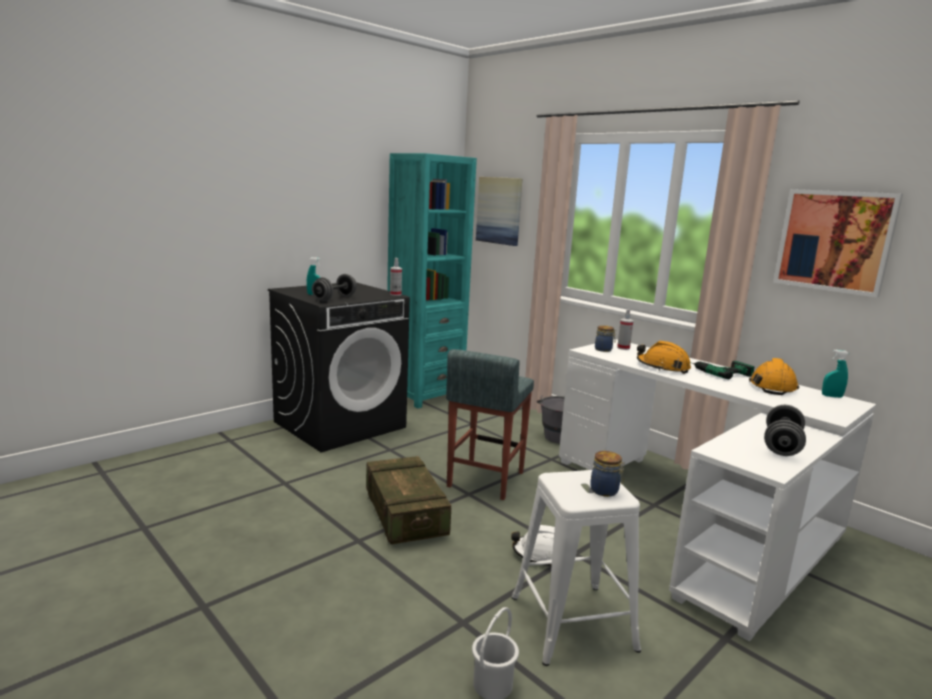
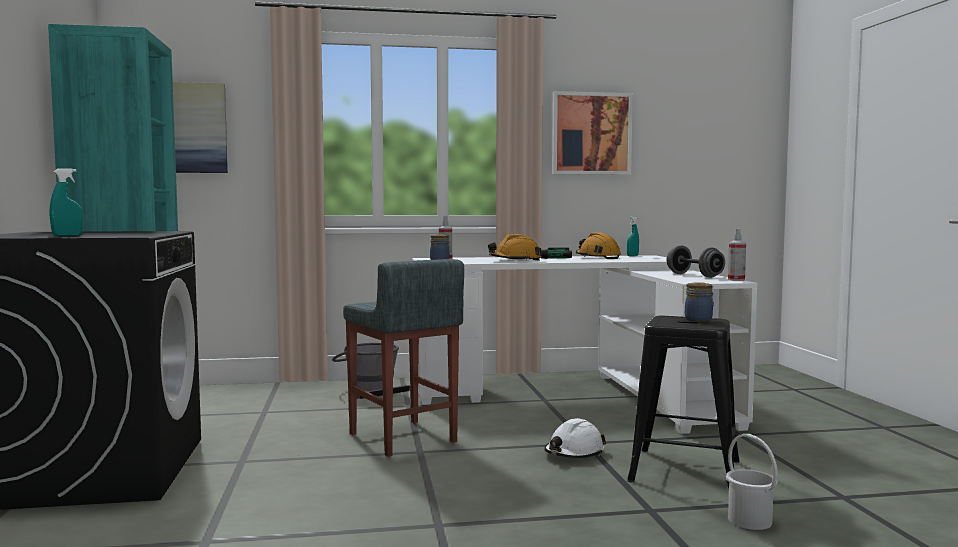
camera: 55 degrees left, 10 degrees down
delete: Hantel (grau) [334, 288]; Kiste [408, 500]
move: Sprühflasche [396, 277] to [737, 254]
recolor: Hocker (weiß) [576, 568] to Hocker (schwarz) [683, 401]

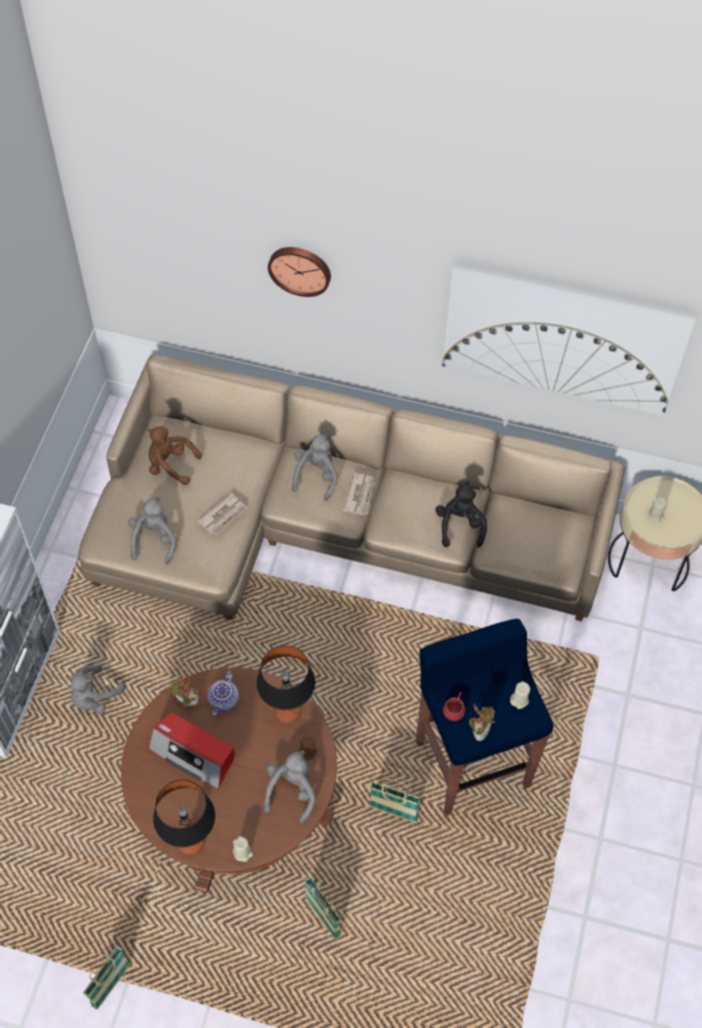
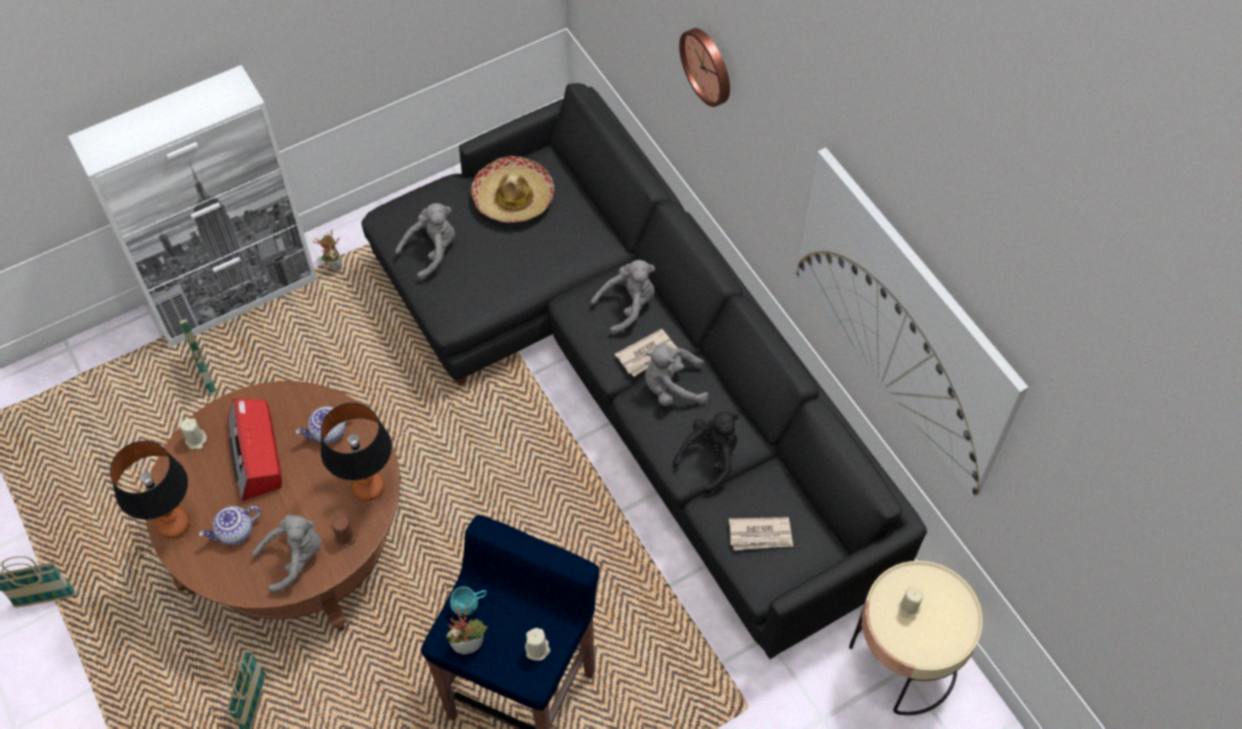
camera: 45 degrees right, 0 degrees up
insert: Teekanne [230, 525]
move: Korb [395, 801] to [198, 357]; Kerze (beige) [243, 849] to [193, 434]; Topfpflanze [184, 690] to [327, 250]; Plüschtier (grau) [96, 689] to [676, 374]; Zeitung [222, 514] to [761, 533]
replace: Plüschtier (braun) [175, 455] to Hut [512, 189]
recolor: Sofa (beige) [351, 488] to Sofa (schwarz) [644, 371]; Henkelbecher (rot) [454, 706] to Henkelbecher (türkis) [468, 601]

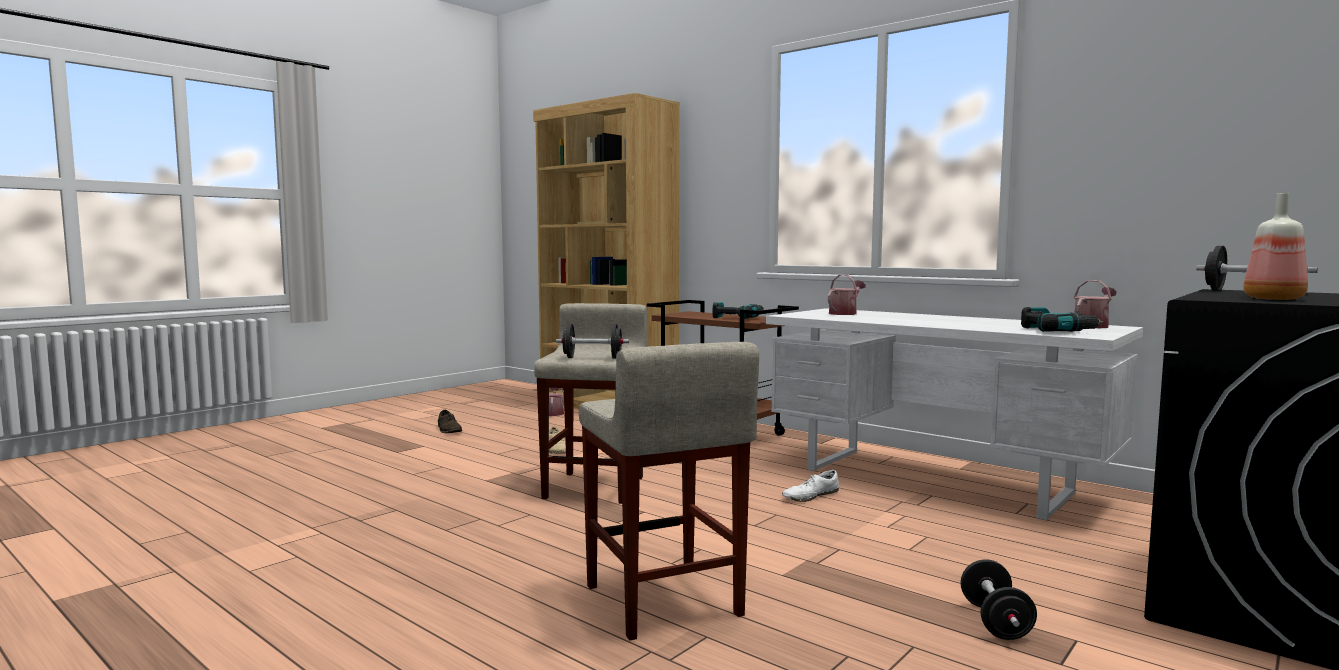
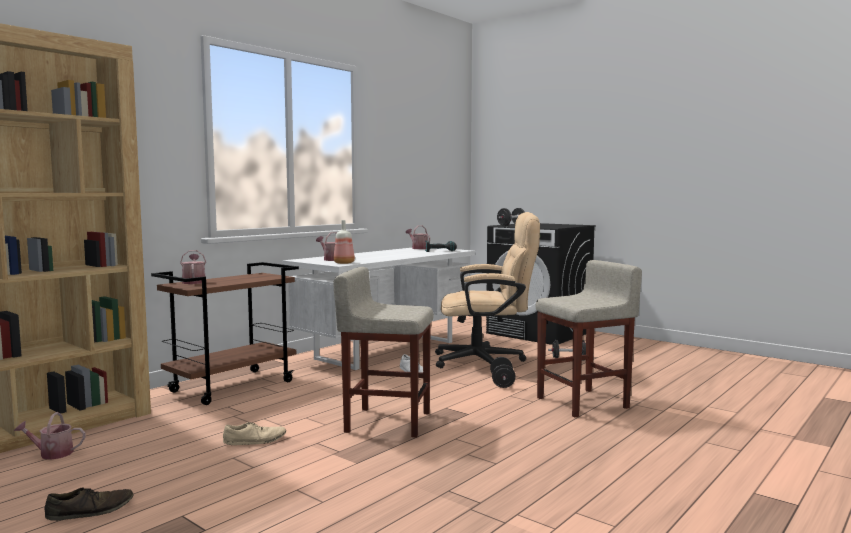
camera: 90 degrees left, 0 degrees up
delete: Bohrmaschine [738, 310]
insert: Gießkanne [193, 267]; Bürostuhl (beige) [487, 290]
move: Flasche [1275, 246] to [344, 242]; Hantel (schwarz) [592, 341] to [503, 372]

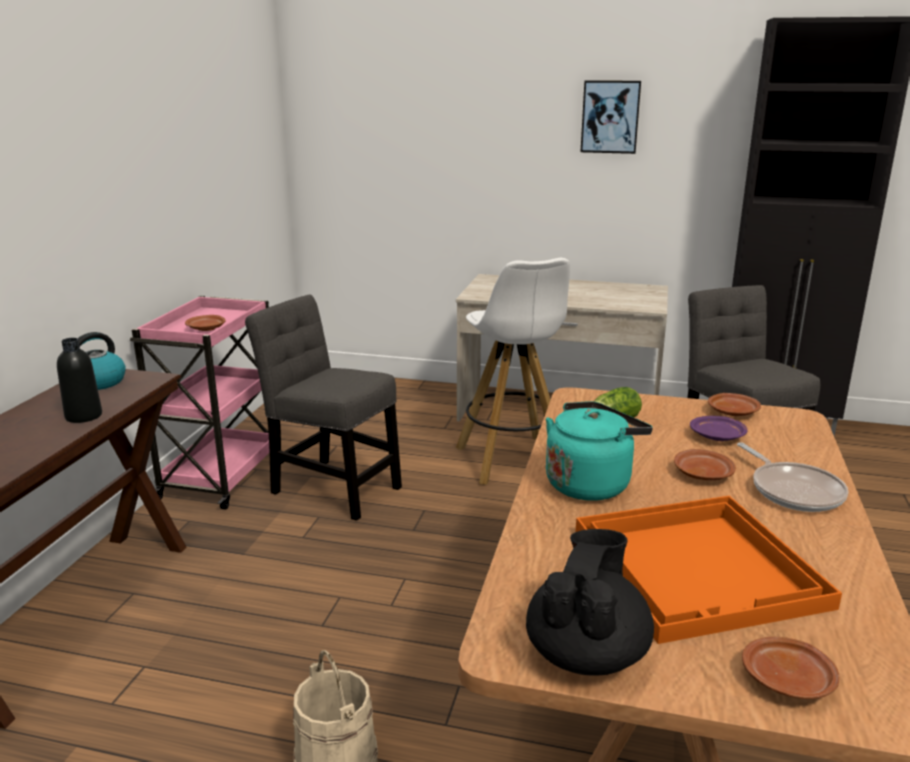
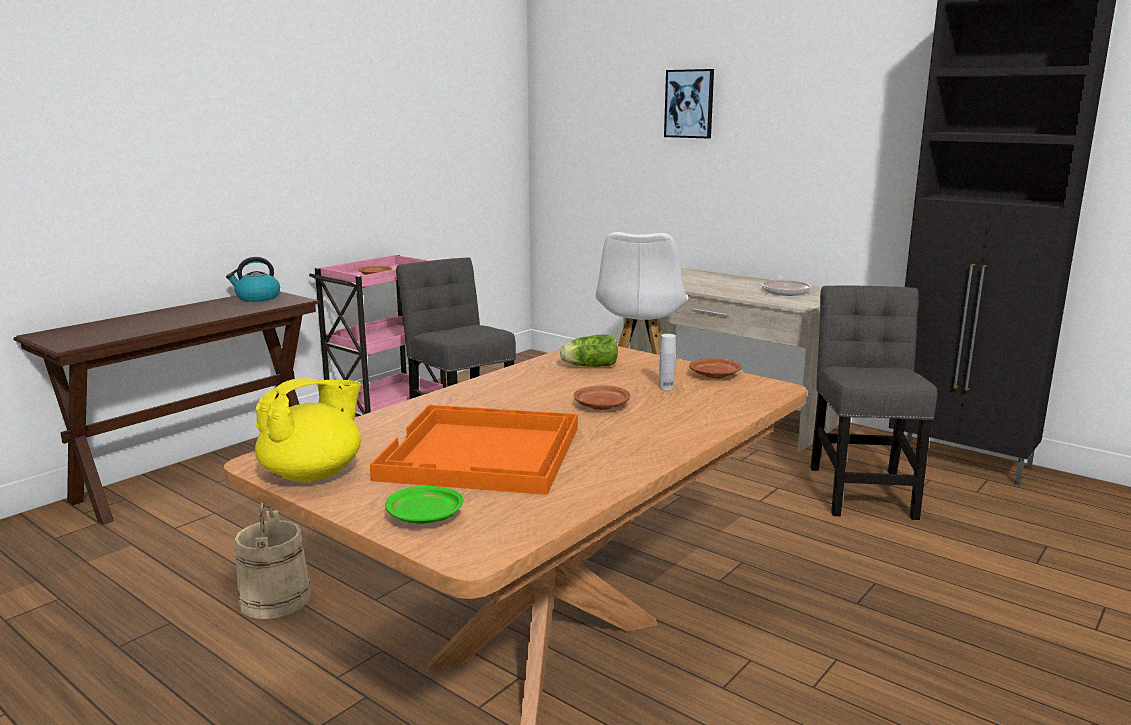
camera: 25 degrees right, 5 degrees down
delete: Flasche (schwarz) [79, 380]; Wasserkessel (türkis) [599, 451]
move: Bild [611, 117] to [689, 103]; Pfanne [793, 477] to [786, 285]
replace: Teller (lila) [718, 428] to Flasche (weiß) [667, 362]
recolor: Teekanne (schwarz) [590, 602] to Teekanne (gelb) [308, 430]; Teller (braun) [791, 668] to Teller (grün) [424, 505]

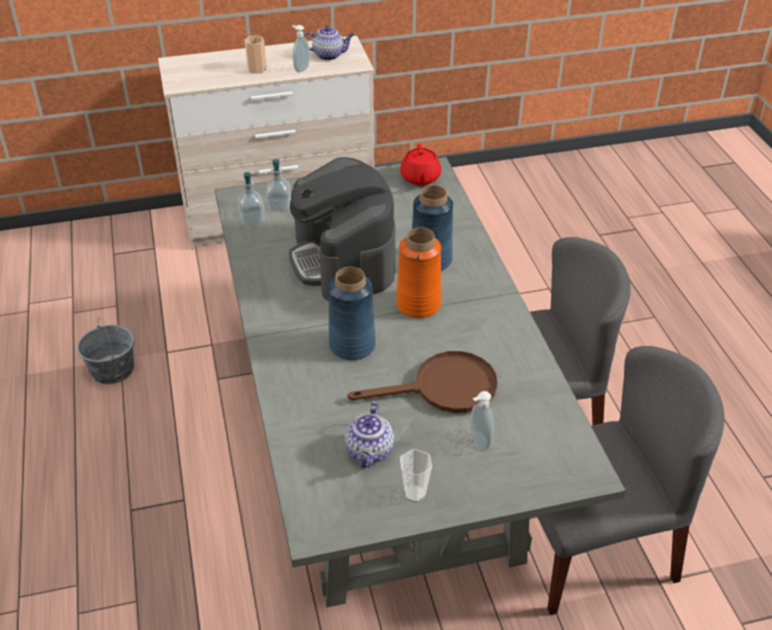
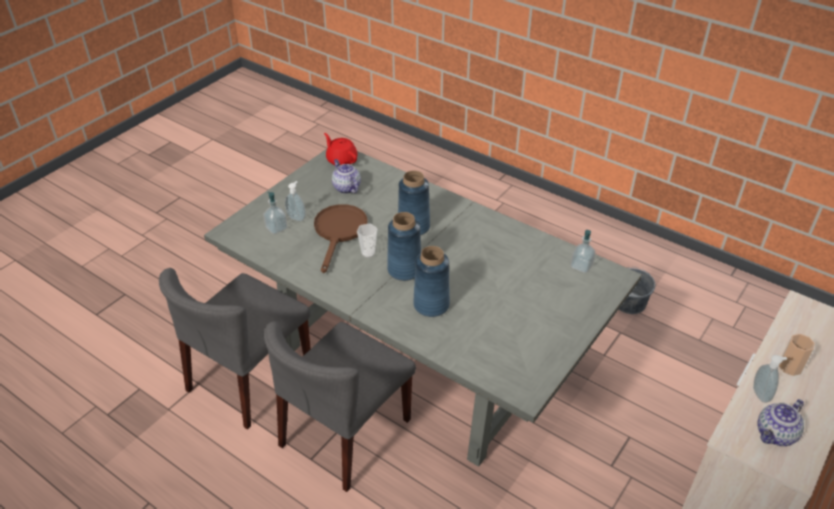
camera: 140 degrees right, 0 degrees up
delete: Kaffeemaschine [342, 229]
move: Seifenspender [278, 185] to [275, 213]; Teekanne (rot) [420, 165] to [340, 149]; Tasse [416, 476] to [367, 240]
recolor: Vase (orange) [418, 272] to Vase (blau) [404, 246]
rotate: Pfanne (braun) [422, 382] = [340, 238] 150 degrees clockwise

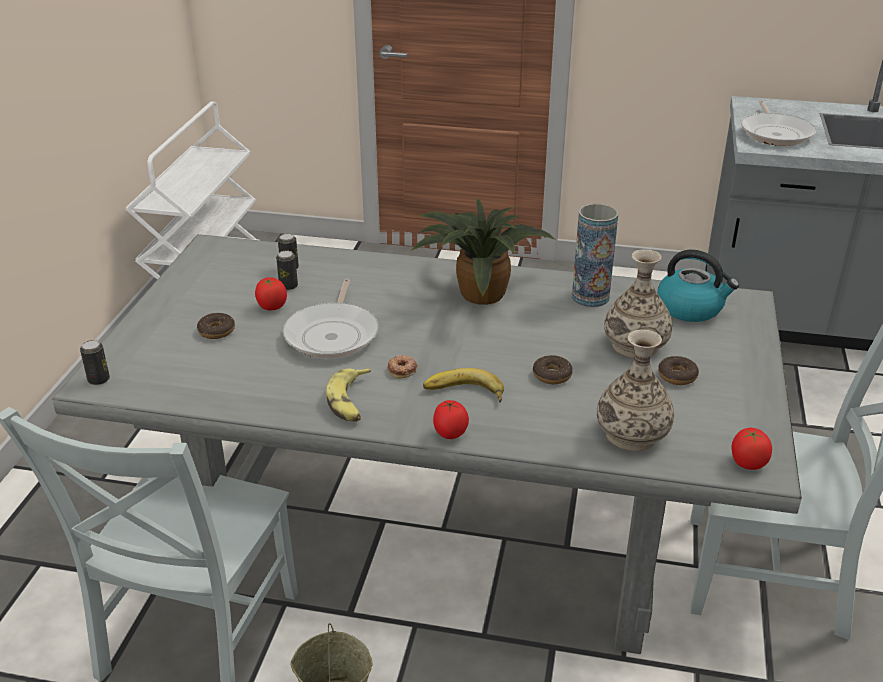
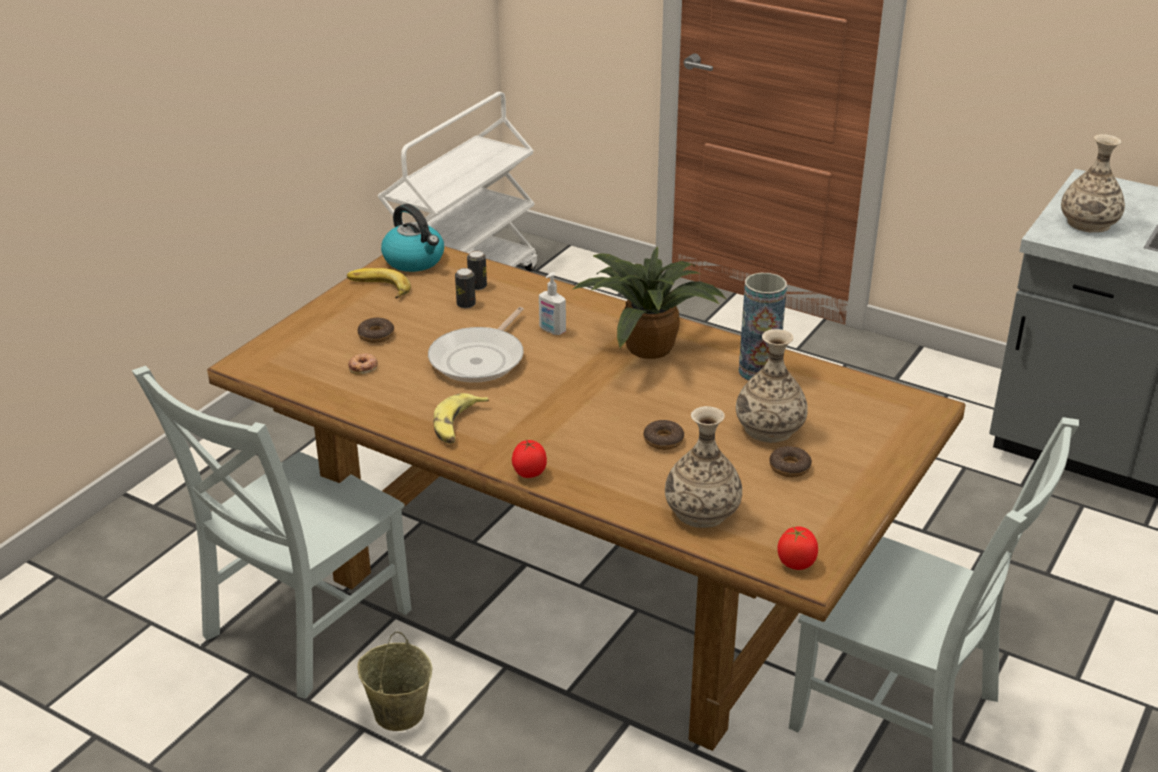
camera: 20 degrees right, 0 degrees up
delete: Dose [95, 362]; Tomate [271, 293]
insert: Seifenspender [552, 303]
move: Banane [463, 385] to [379, 283]; Donut [402, 366] to [363, 364]; Wasserkessel [698, 286] to [412, 238]
replace: Pfanne [778, 123] to Vase [1093, 183]
recolor: Esstisch (grau) [427, 444] to Esstisch (braun) [586, 498]

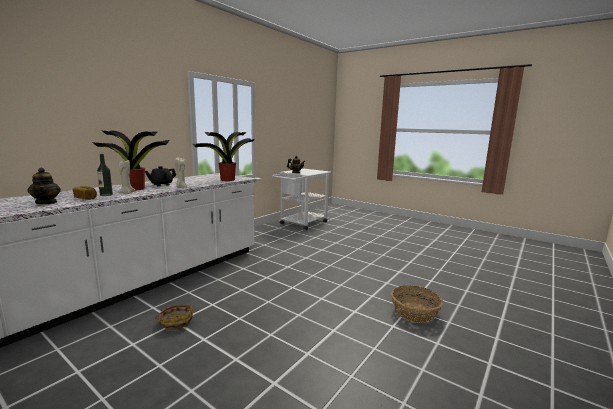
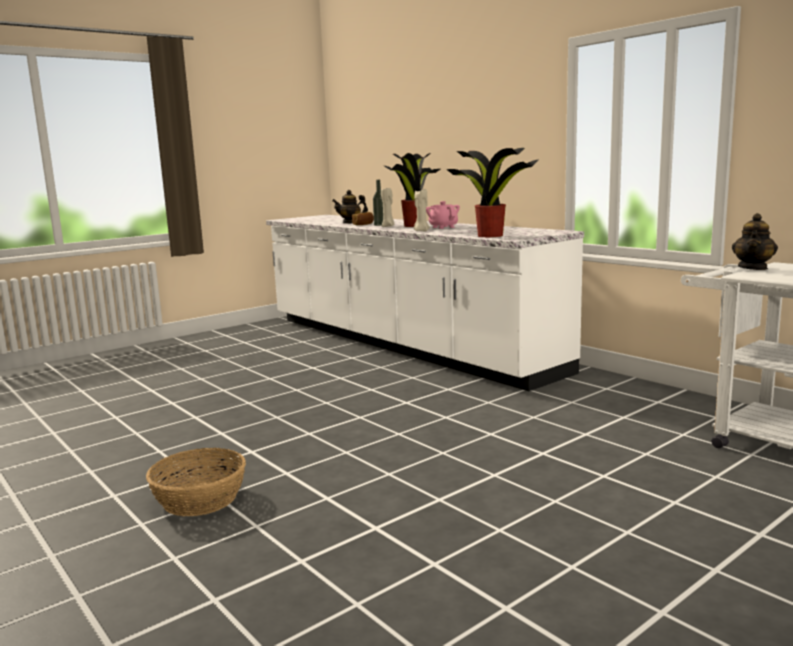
camera: 105 degrees right, 0 degrees up
delete: Korb [174, 317]
recolor: Teekanne (schwarz) [160, 176] to Teekanne (rosa) [443, 215]

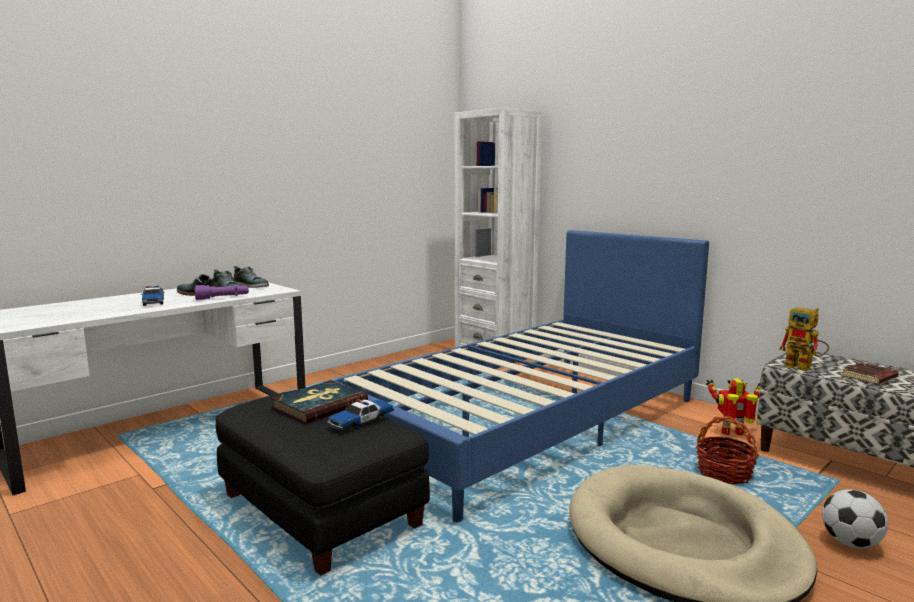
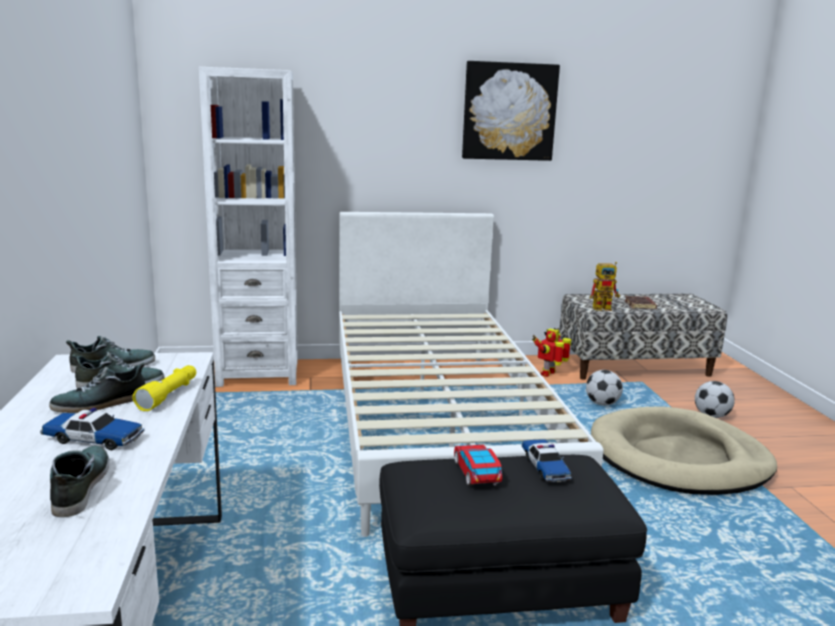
camera: 55 degrees left, 5 degrees up
insert: Schuh [80, 481]; Bild [511, 111]
replace: Buch [319, 402] to Spielzeugauto [478, 465]; Korb [727, 450] to Fußball [604, 388]
recolor: Taschenlampe (lila) [222, 292] to Taschenlampe (gelb) [164, 388]; Bett (blau) [516, 376] to Bett (weiß) [471, 374]

